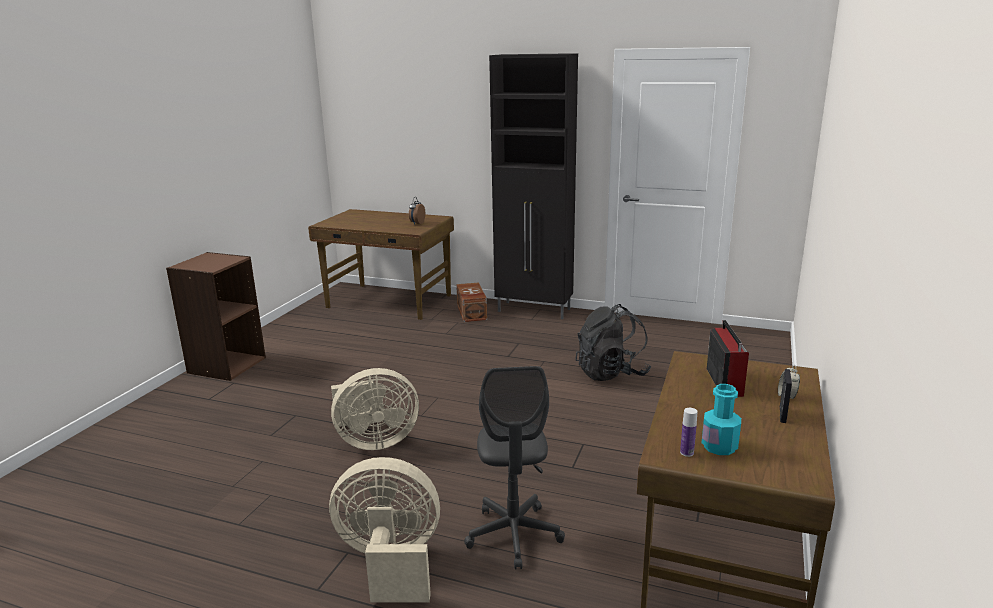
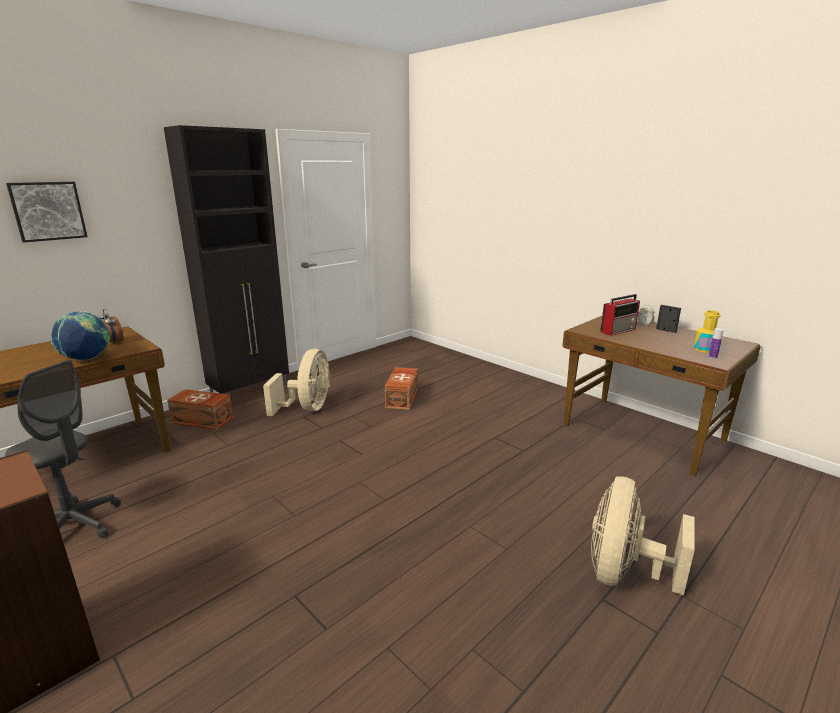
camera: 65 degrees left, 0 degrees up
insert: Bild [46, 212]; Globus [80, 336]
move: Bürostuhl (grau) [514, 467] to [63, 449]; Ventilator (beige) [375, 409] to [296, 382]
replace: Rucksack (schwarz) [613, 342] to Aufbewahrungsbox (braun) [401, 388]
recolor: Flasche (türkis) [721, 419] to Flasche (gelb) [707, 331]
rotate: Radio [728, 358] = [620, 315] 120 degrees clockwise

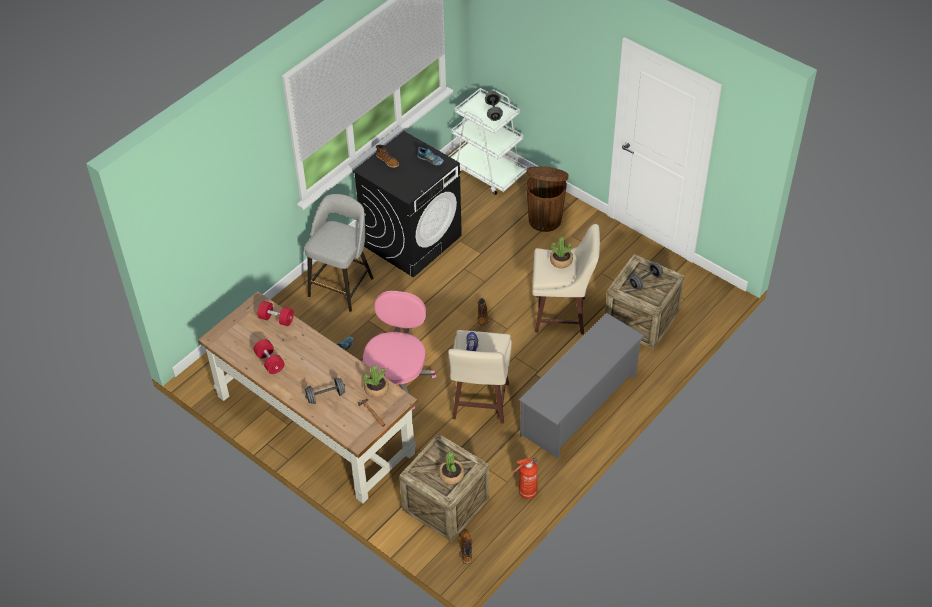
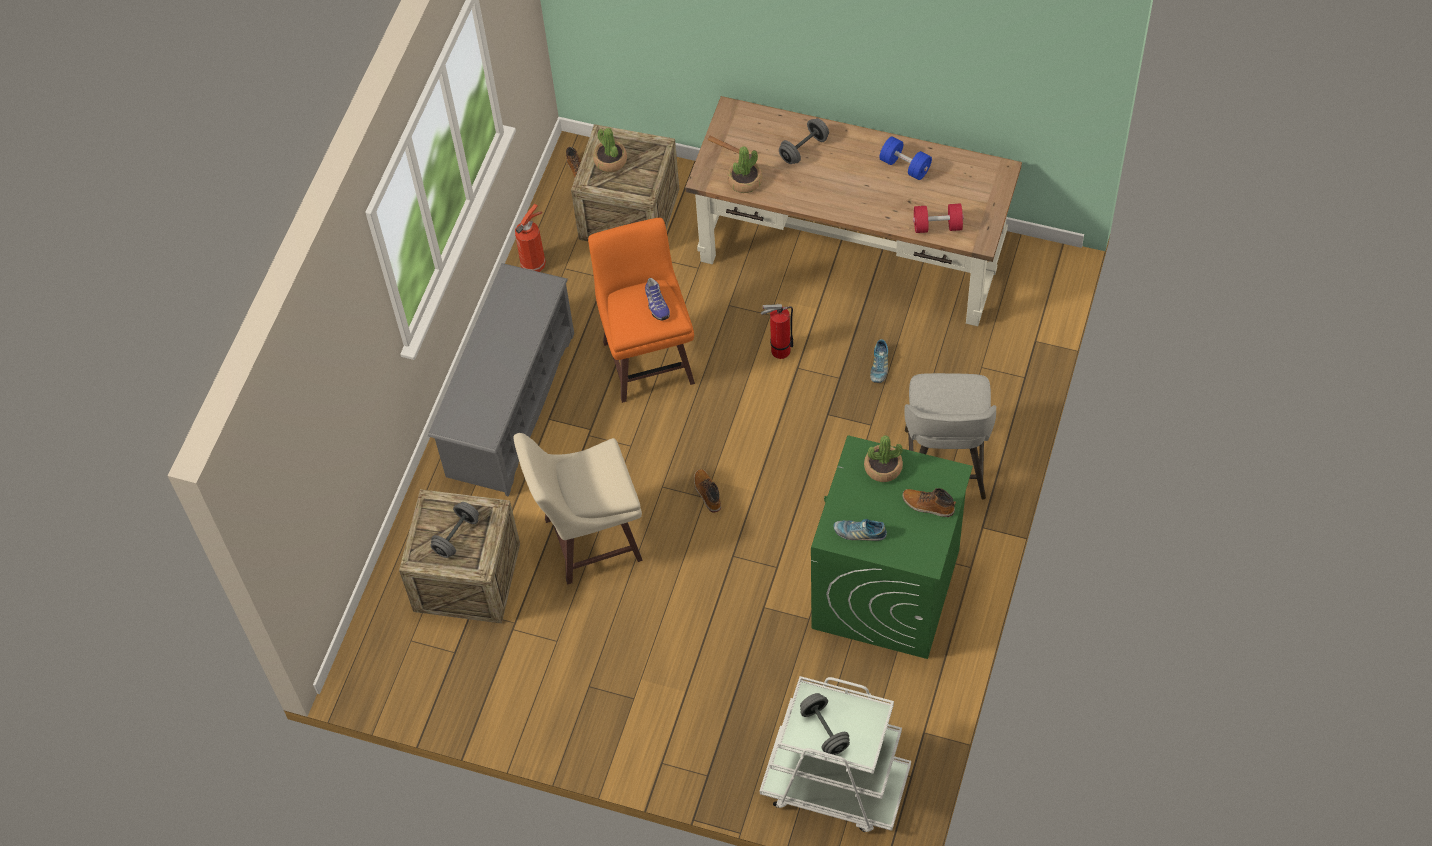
camera: 160 degrees right, 10 degrees up
delete: Mülleimer (braun) [547, 199]
move: Topfpflanze [561, 252] to [883, 458]
replace: Bürostuhl (rosa) [399, 350] to Feuerlöscher [777, 331]
recolor: Hocker (beige) [480, 377] to Hocker (orange) [641, 310]; Waschmaschine (schwarz) [407, 204] to Waschmaschine (grün) [892, 547]; Hantel (rot) [269, 356] to Hantel (blau) [905, 158]

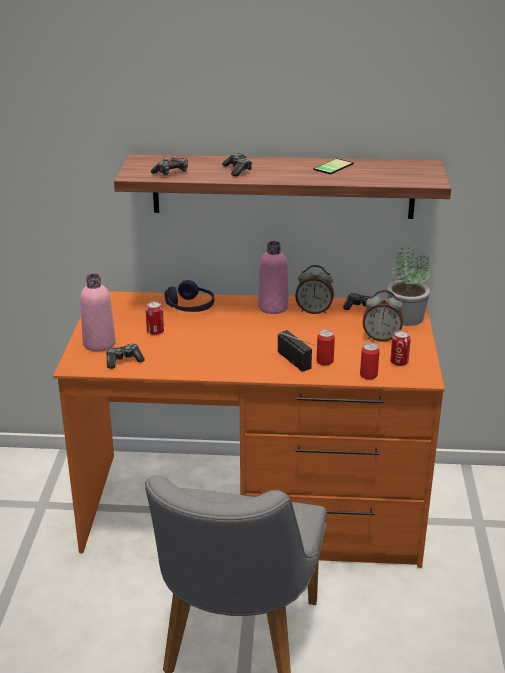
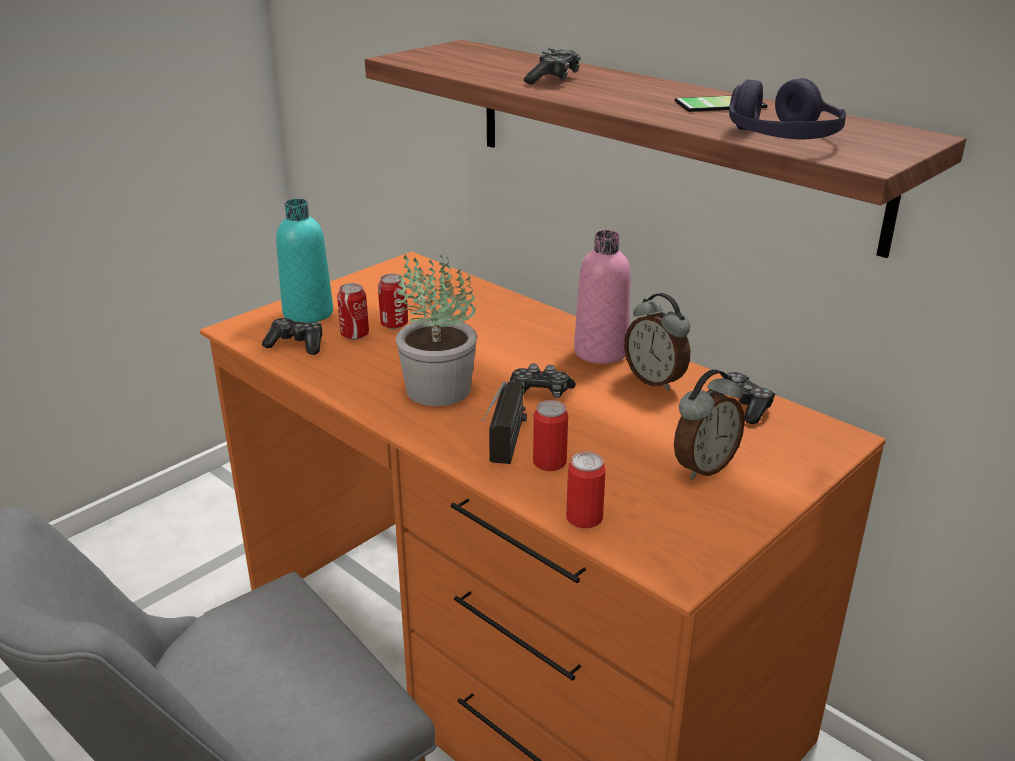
camera: 40 degrees right, 0 degrees up
move: Dose [400, 348] to [353, 311]; Topfpflanze [408, 286] to [436, 330]; Gamepad [169, 166] to [543, 380]; Kopfhörer (lila) [189, 296] to [787, 108]
recolor: Flasche (rosa) [98, 312] to Flasche (türkis) [304, 261]
rotate: Wecker [383, 316] = [709, 424] 90 degrees counterclockwise

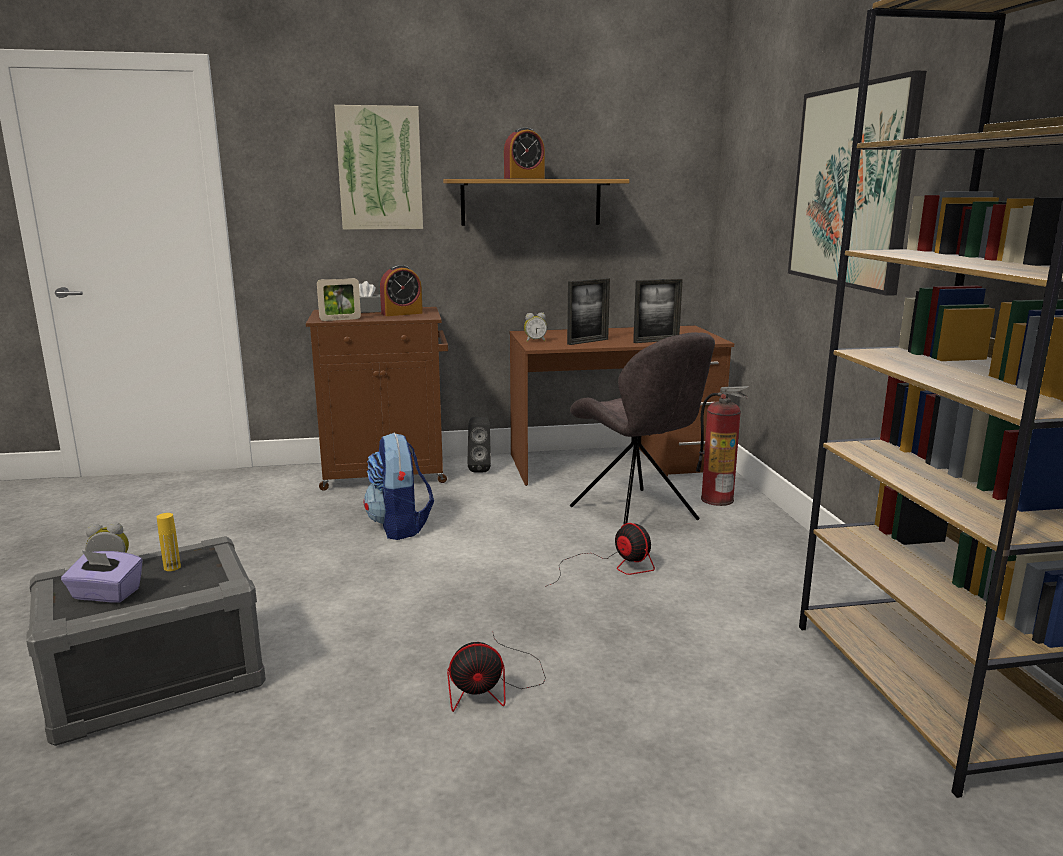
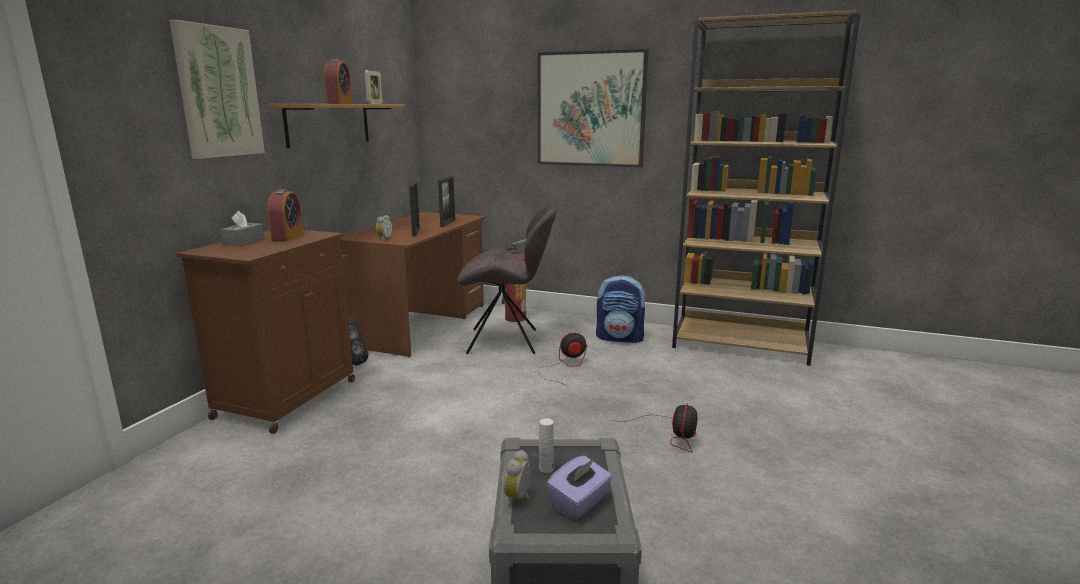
camera: 60 degrees left, 0 degrees up
move: Bilderrahmen [339, 299] to [374, 87]; Rucksack [399, 486] to [621, 309]
recolor: Flasche (gelb) [169, 542] to Flasche (weiß) [546, 445]

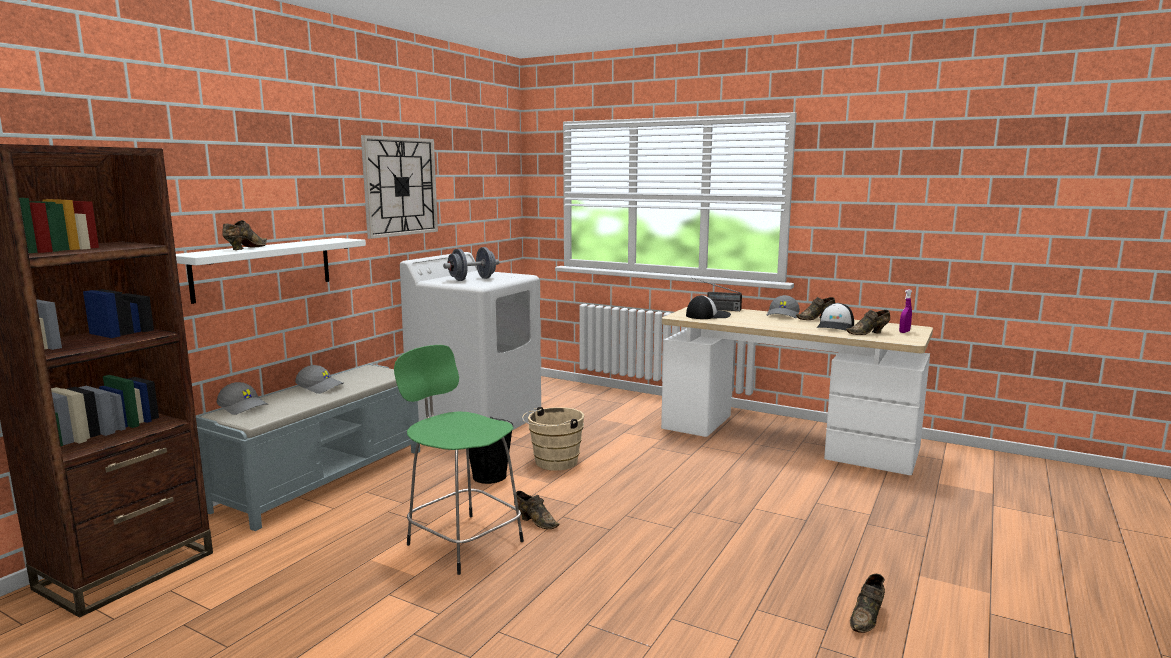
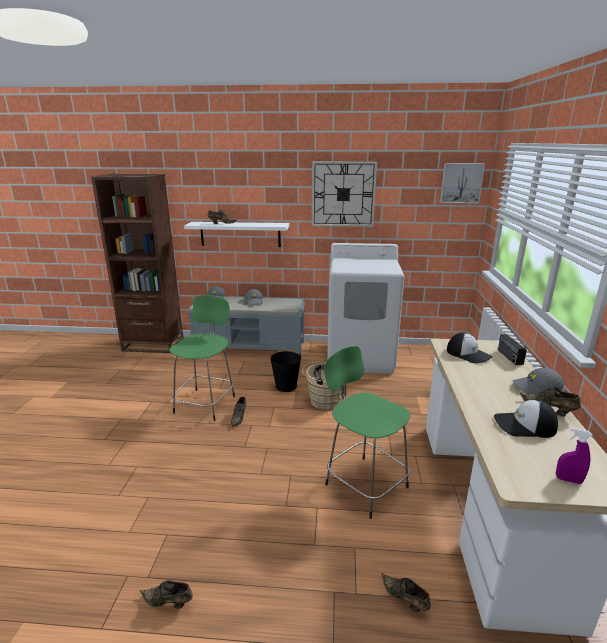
camera: 65 degrees right, 10 degrees up
delete: Hantel (grau) [471, 264]
insert: Hocker (grün) [367, 432]; Bild [462, 183]
move: Schuh (braun) [868, 322] to [406, 592]

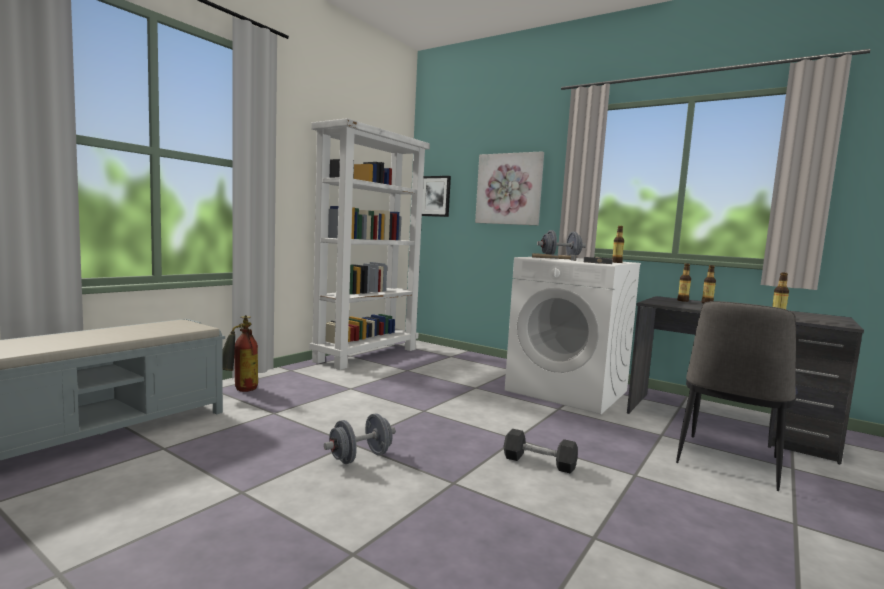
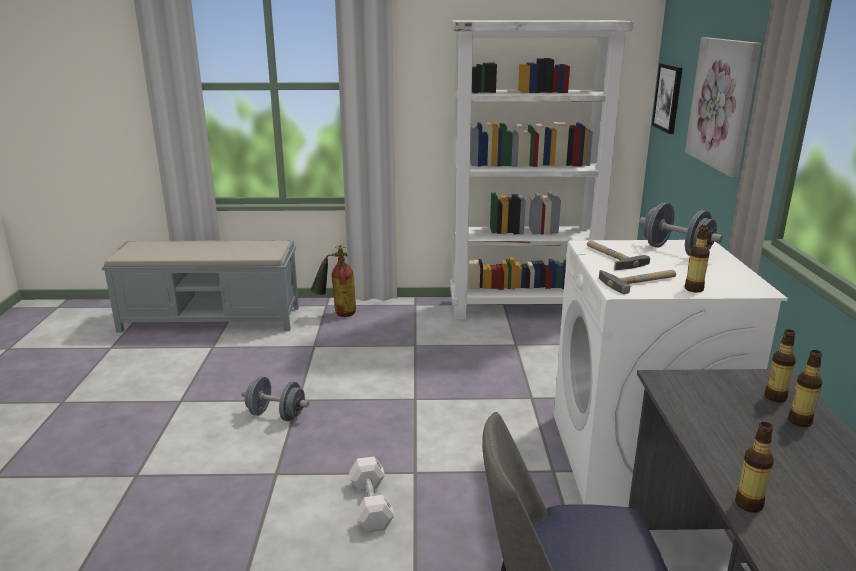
camera: 55 degrees right, 15 degrees up
recolor: Hantel (schwarz) [540, 451] to Hantel (weiß) [372, 494]

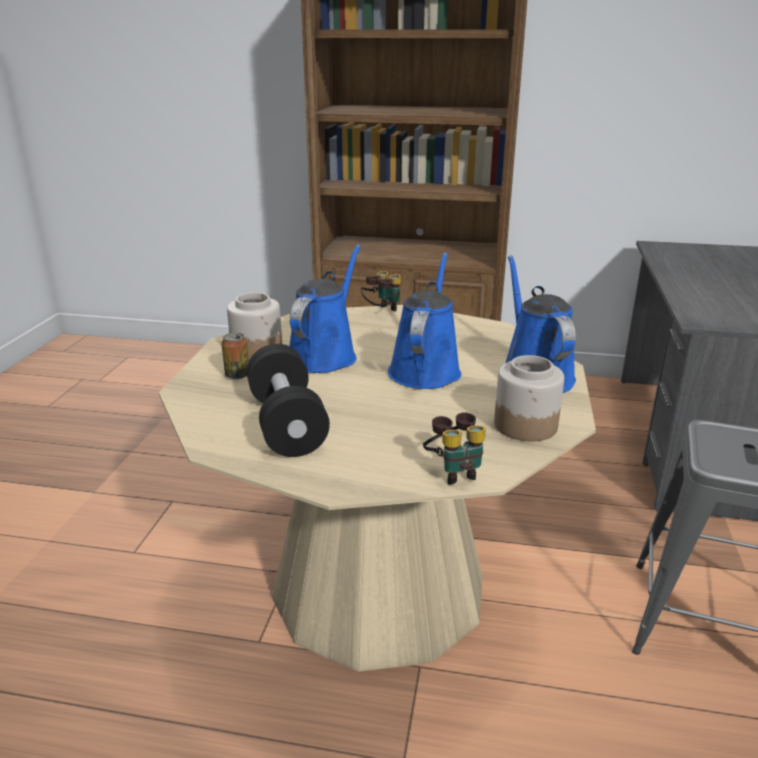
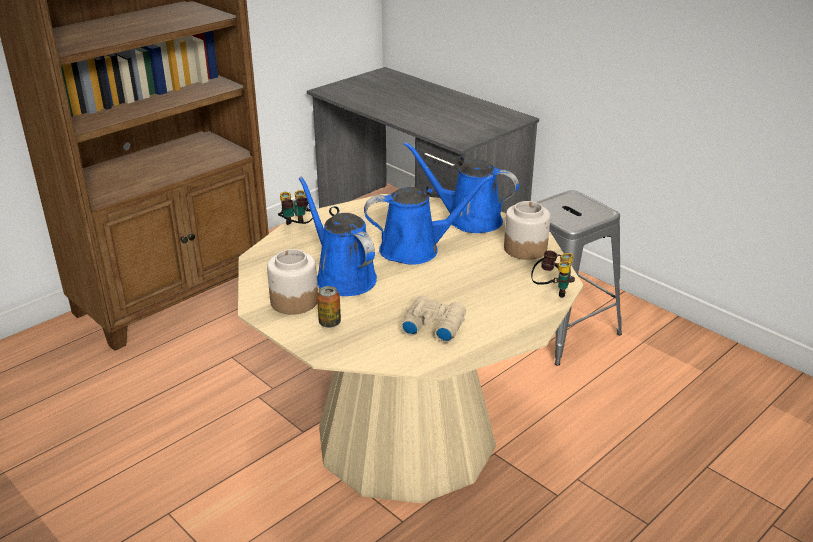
camera: 55 degrees left, 5 degrees up
replace: Hantel (schwarz) [288, 400] to Fernglas (beige) [433, 319]
rotate: Gießkanne (blau) [424, 320] = [428, 220] 120 degrees clockwise

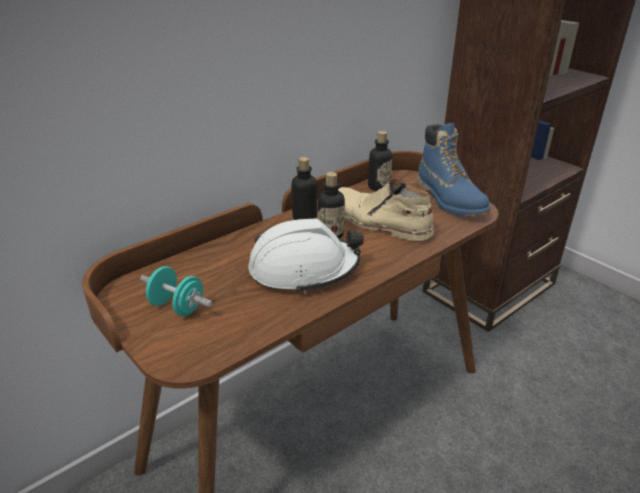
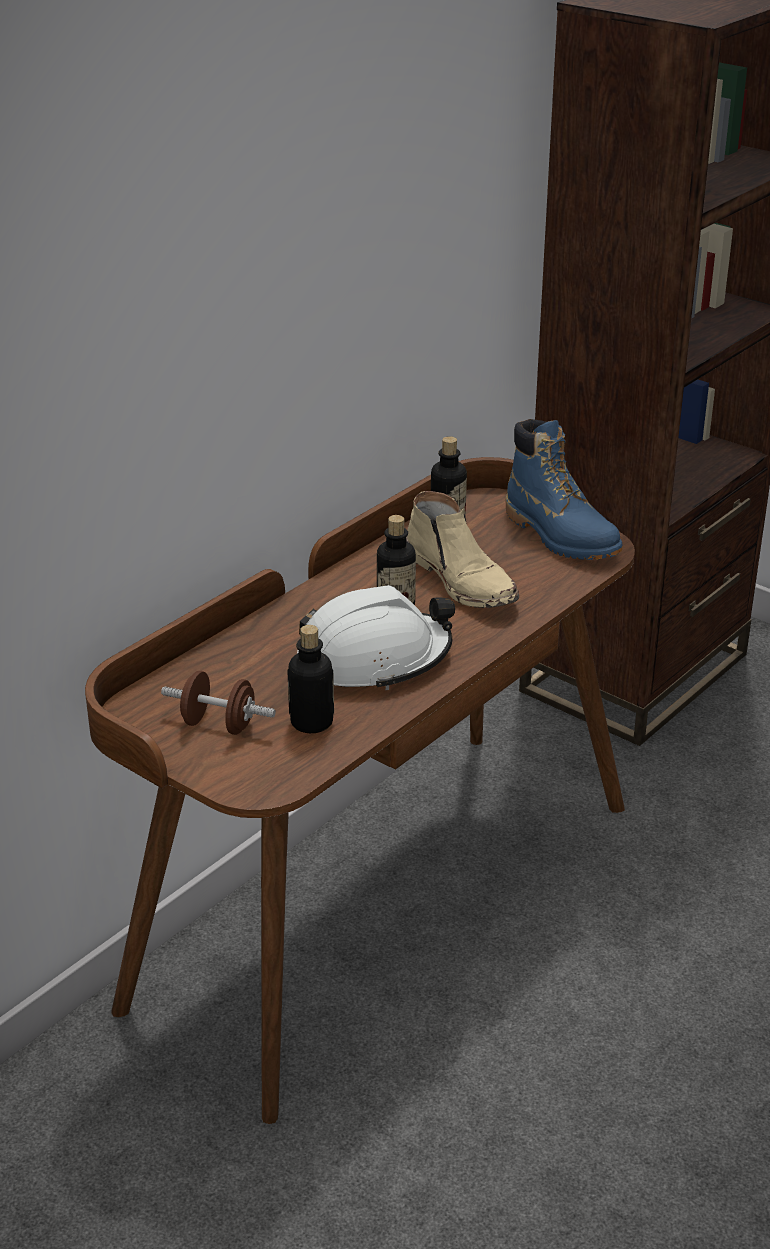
camera: 10 degrees left, 0 degrees up
move: Flasche [304, 188] to [310, 679]
recolor: Hantel (türkis) [176, 291] to Hantel (braun) [218, 703]
rotate: Stiefel (beige) [386, 209] = [462, 549] 150 degrees counterclockwise

